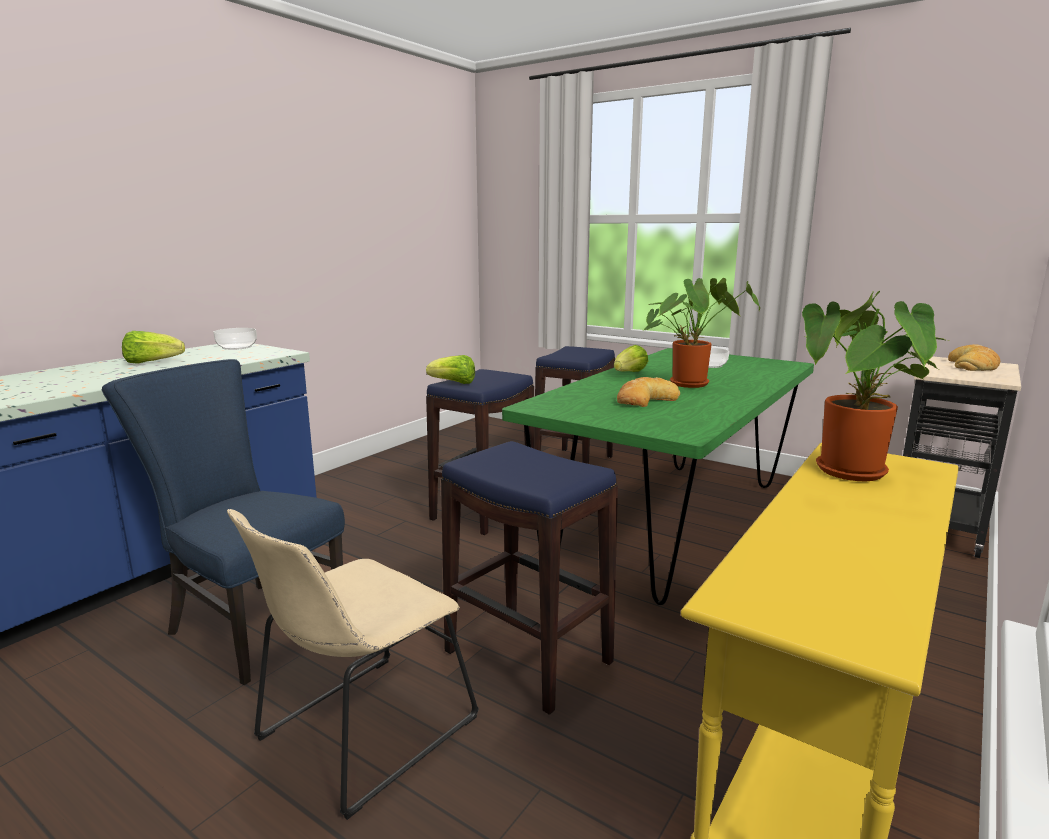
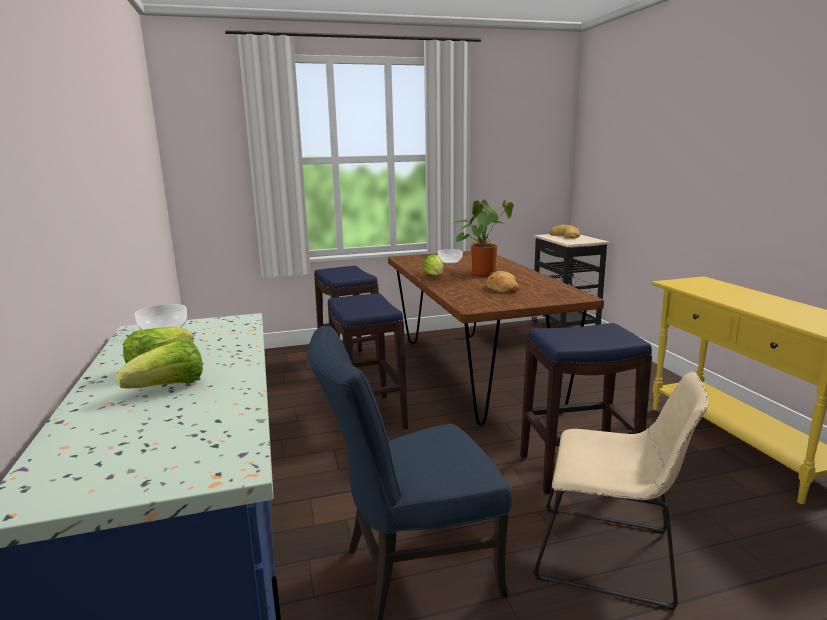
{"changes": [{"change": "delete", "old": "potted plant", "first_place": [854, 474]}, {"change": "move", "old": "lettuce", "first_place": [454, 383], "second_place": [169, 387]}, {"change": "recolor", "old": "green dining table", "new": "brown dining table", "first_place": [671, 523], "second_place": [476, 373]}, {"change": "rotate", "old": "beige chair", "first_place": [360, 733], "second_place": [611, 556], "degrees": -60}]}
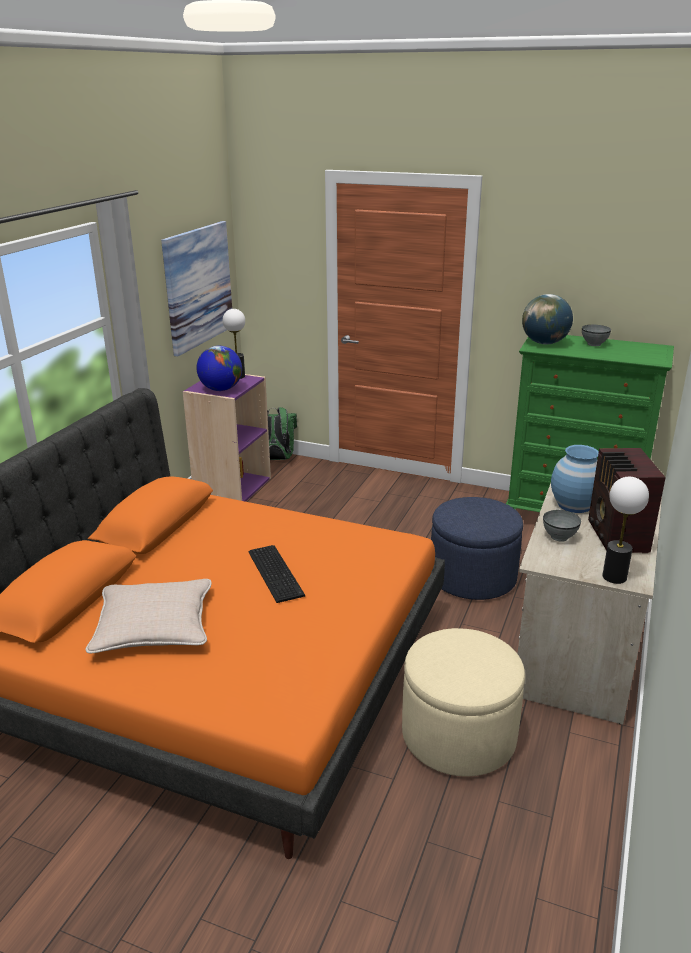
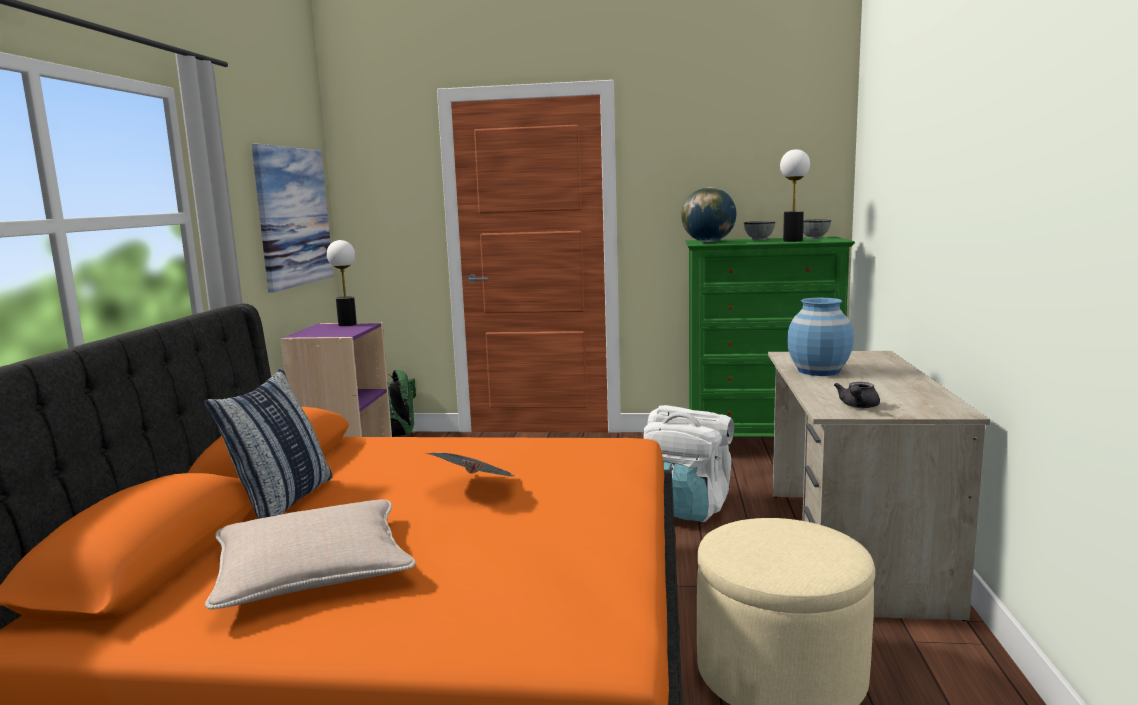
{"changes": [{"change": "delete", "old": "globe", "first_place": [221, 389]}, {"change": "delete", "old": "radio", "first_place": [617, 537]}, {"change": "insert", "new": "pillow", "second_place": [283, 501]}, {"change": "insert", "new": "grey teapot", "second_place": [858, 406]}, {"change": "move", "old": "grey bowl", "first_place": [559, 537], "second_place": [814, 238]}, {"change": "move", "old": "table lamp", "first_place": [614, 577], "second_place": [792, 241]}, {"change": "replace", "old": "keyboard", "new": "newspaper", "first_place": [276, 572], "second_place": [476, 489]}, {"change": "replace", "old": "blue ottoman", "new": "white backpack", "first_place": [472, 577], "second_place": [687, 508]}]}
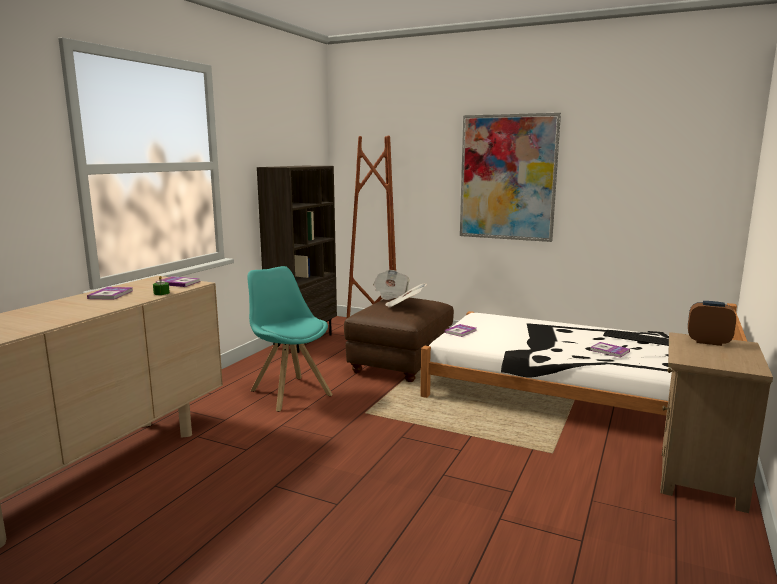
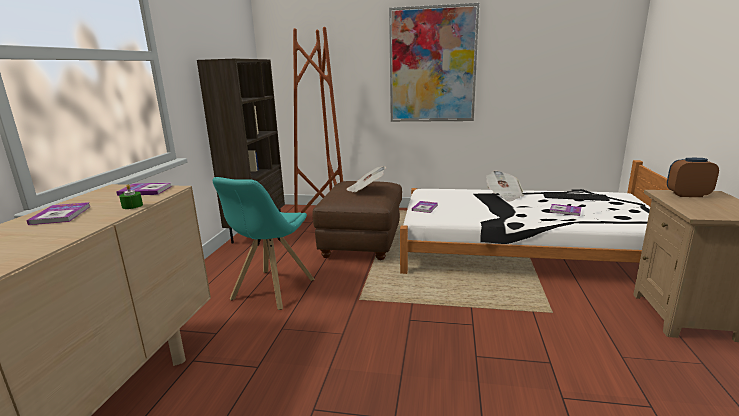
{"changes": [{"change": "move", "old": "newspaper", "first_place": [391, 295], "second_place": [504, 195]}, {"change": "rotate", "old": "turquoise chair", "first_place": [290, 393], "second_place": [272, 289], "degrees": -105}]}
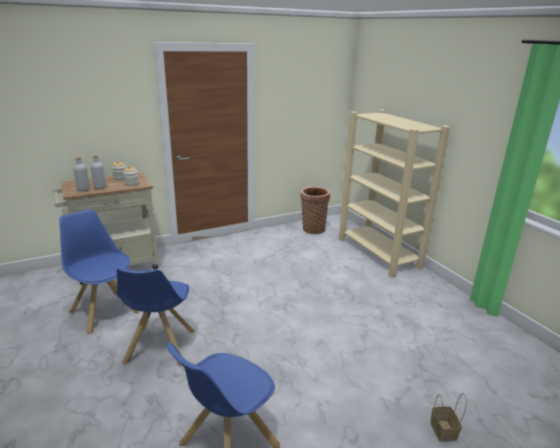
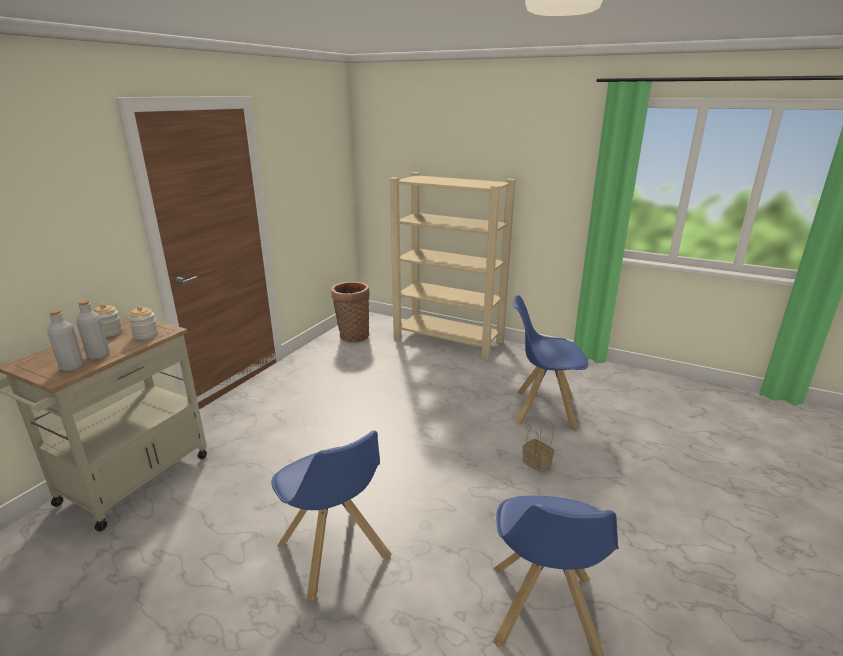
{"changes": [{"change": "move", "old": "blue chair", "first_place": [104, 311], "second_place": [542, 409]}, {"change": "move", "old": "basket", "first_place": [444, 431], "second_place": [537, 463]}]}
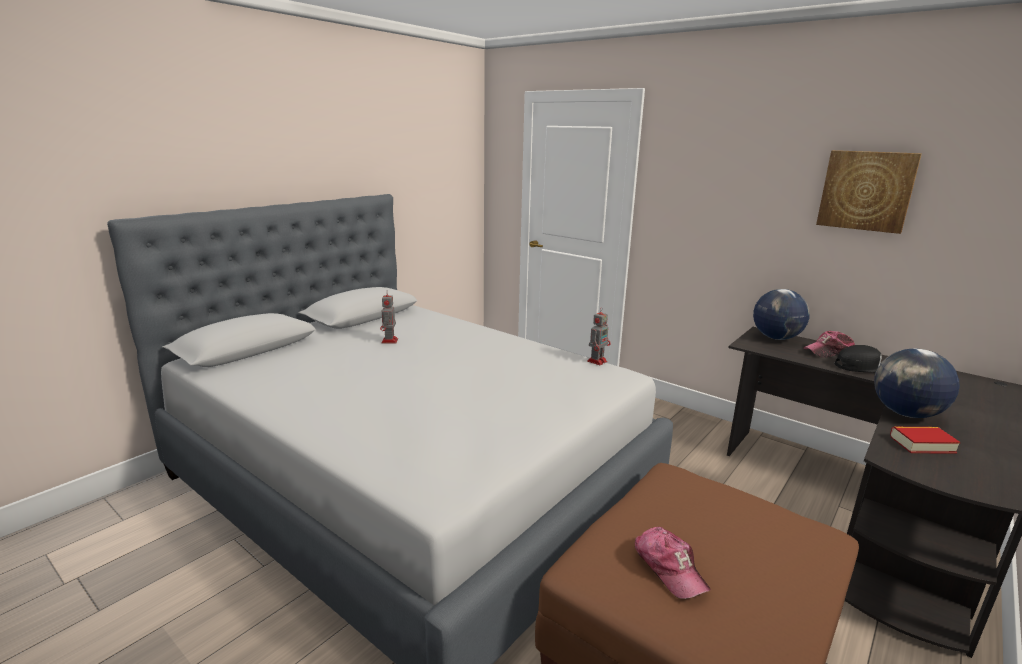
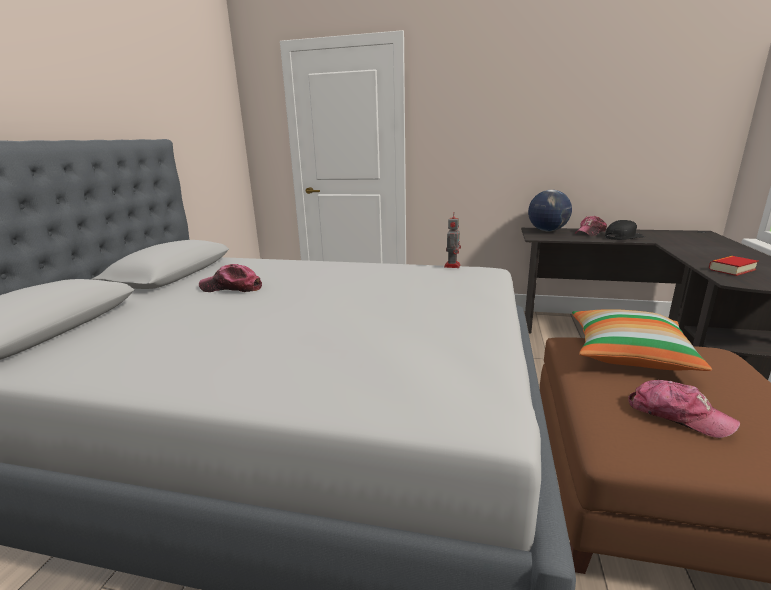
{"changes": [{"change": "delete", "old": "picture", "first_place": [866, 190]}, {"change": "delete", "old": "globe", "first_place": [905, 413]}, {"change": "insert", "new": "pillow", "second_place": [628, 354]}, {"change": "replace", "old": "toy robot", "new": "cap", "first_place": [389, 341], "second_place": [232, 288]}]}
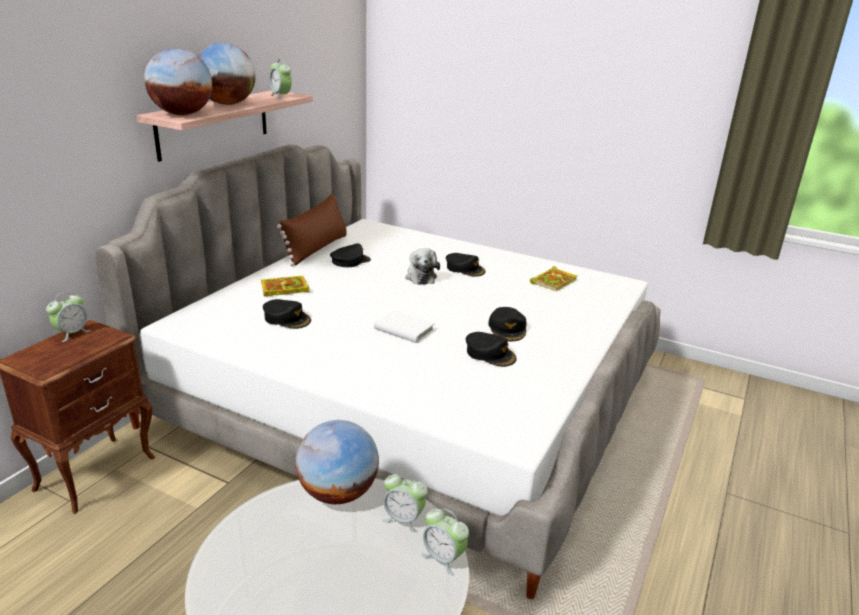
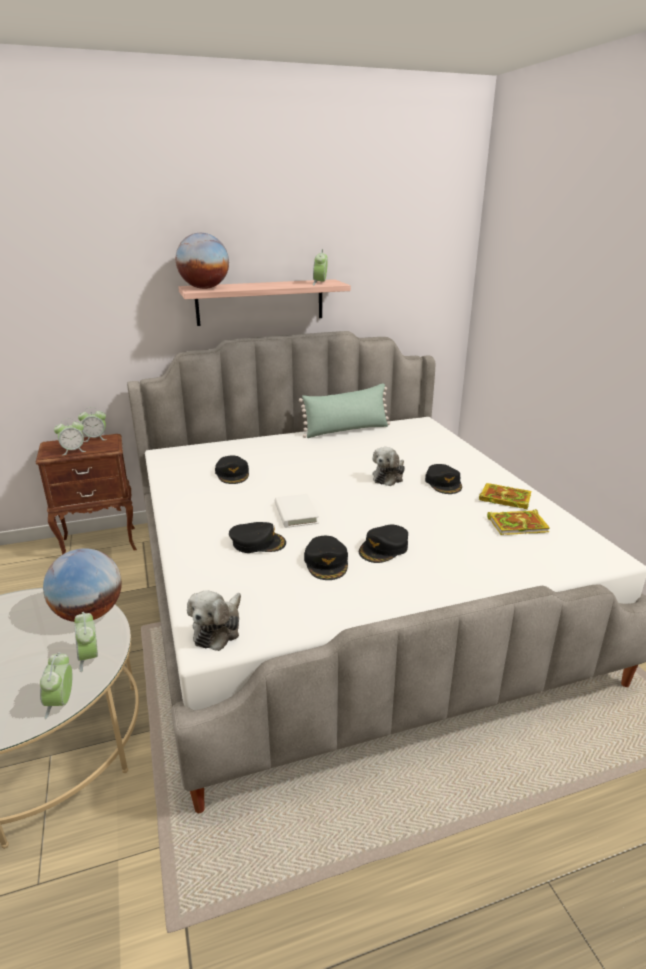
{"changes": [{"change": "delete", "old": "globe", "first_place": [228, 104]}, {"change": "insert", "new": "alarm clock", "second_place": [73, 451]}, {"change": "insert", "new": "plush toy", "second_place": [218, 629]}, {"change": "move", "old": "book", "first_place": [283, 289], "second_place": [503, 499]}, {"change": "move", "old": "black cap", "first_place": [350, 261], "second_place": [258, 542]}, {"change": "recolor", "old": "brown pillow", "new": "green pillow", "first_place": [317, 249], "second_place": [346, 430]}]}
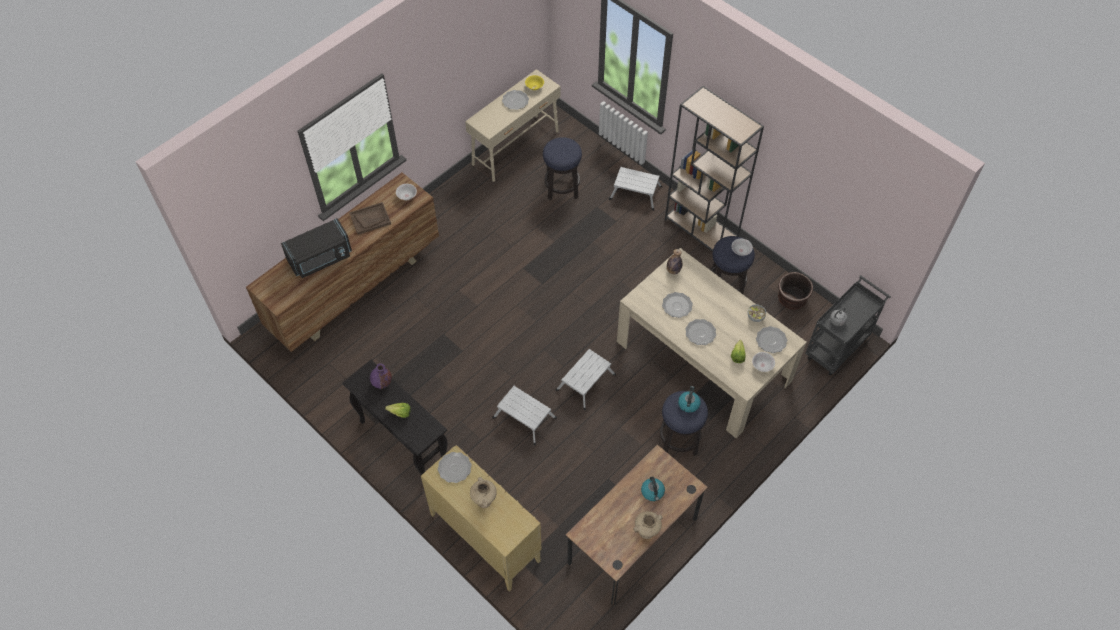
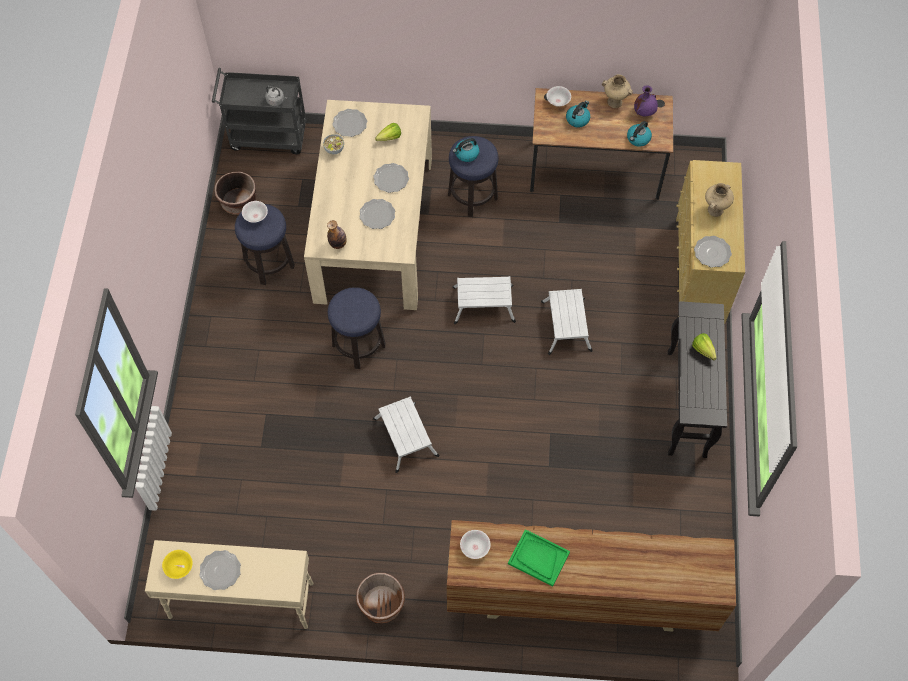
{"changes": [{"change": "delete", "old": "black microwave", "first_place": [321, 259]}, {"change": "delete", "old": "bookcase", "first_place": [701, 230]}, {"change": "insert", "new": "brown planter", "second_place": [381, 604]}, {"change": "insert", "new": "kettle", "second_place": [638, 139]}, {"change": "move", "old": "purple vase", "first_place": [382, 383], "second_place": [644, 112]}, {"change": "move", "old": "stool", "first_place": [562, 188], "second_place": [358, 345]}, {"change": "move", "old": "white step ladder", "first_place": [635, 192], "second_place": [405, 437]}, {"change": "move", "old": "white bowl", "first_place": [762, 366], "second_place": [558, 101]}, {"change": "recolor", "old": "brown tray", "new": "green tray", "first_place": [370, 219], "second_place": [538, 558]}]}
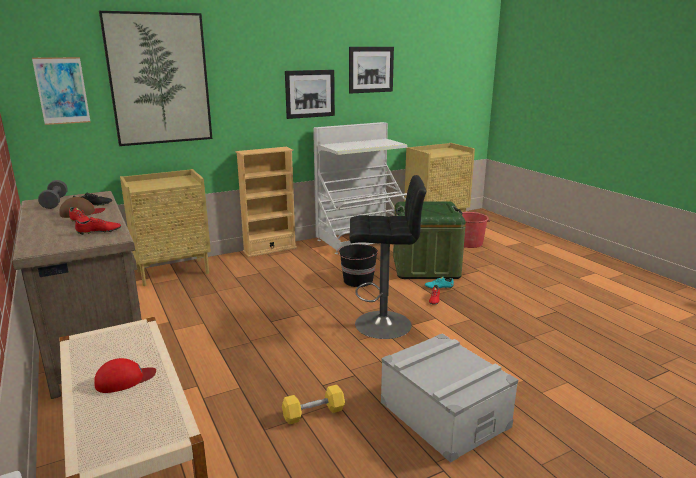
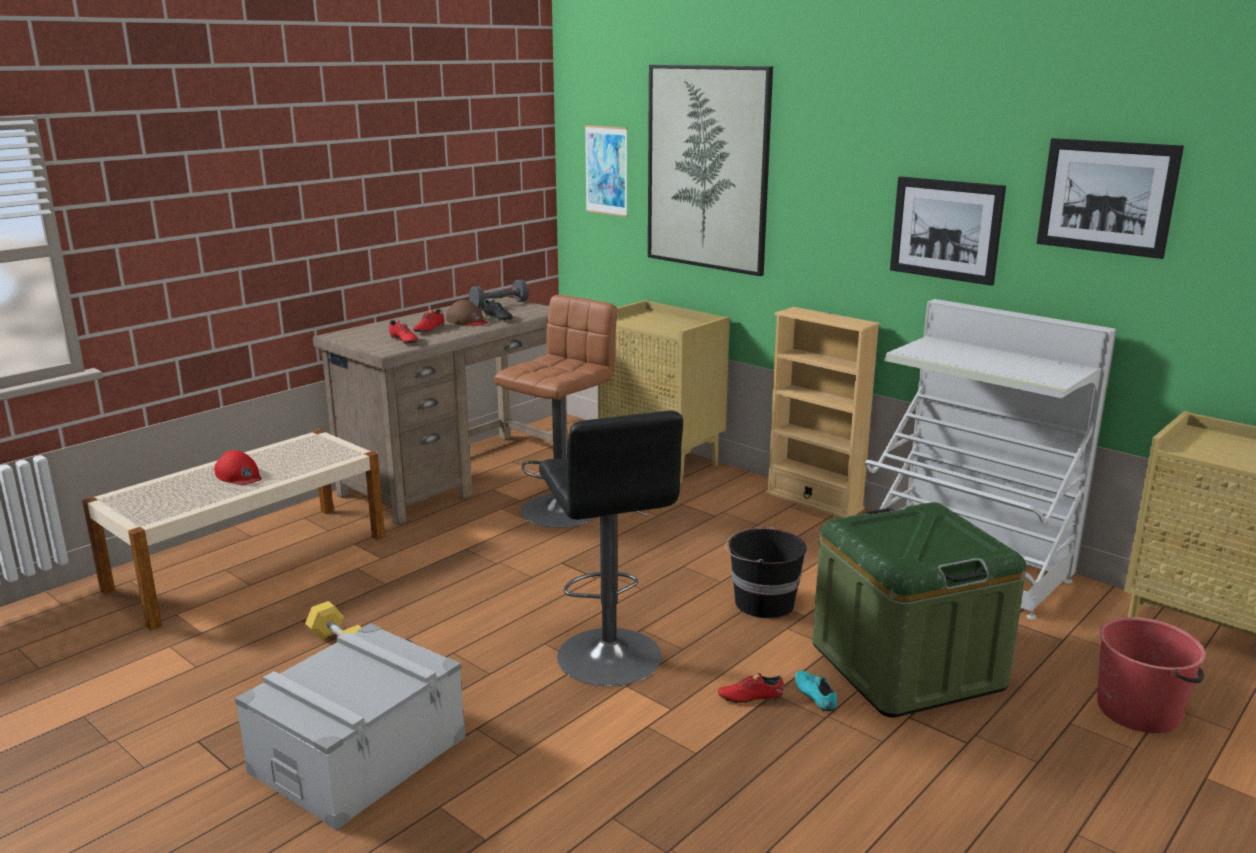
{"changes": [{"change": "insert", "new": "brown stool", "second_place": [562, 510]}]}
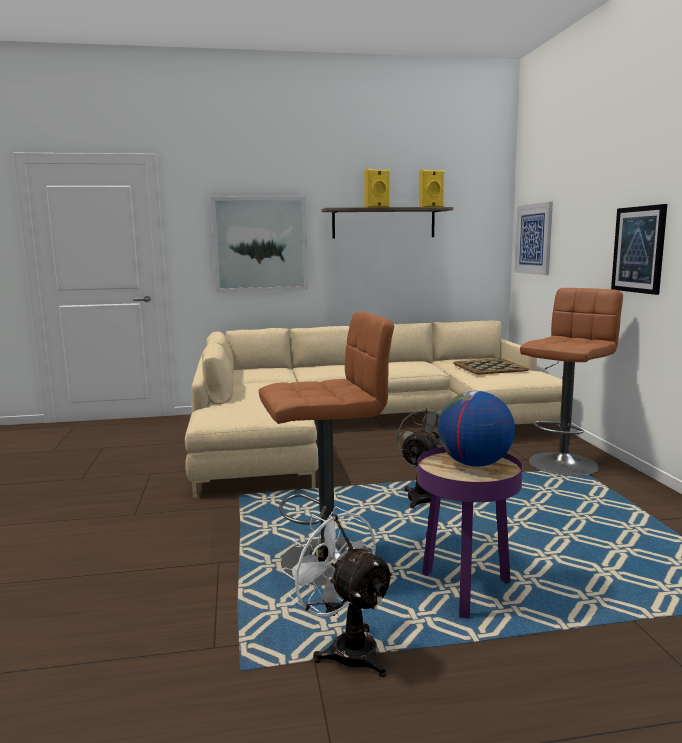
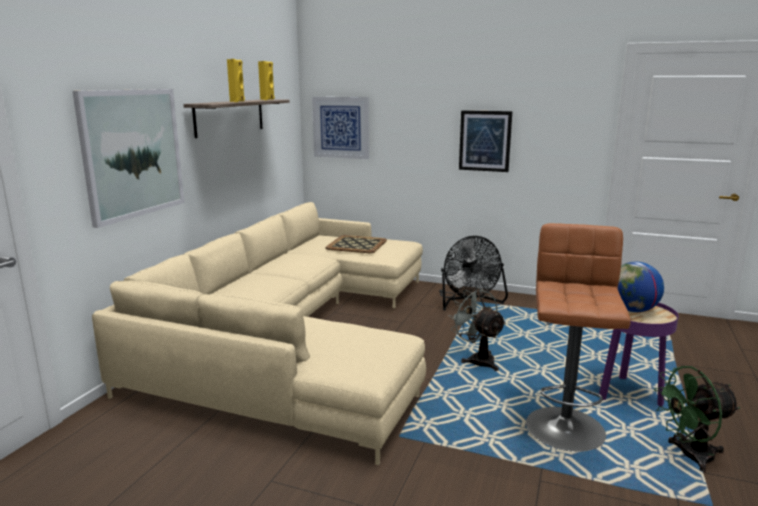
{"changes": [{"change": "replace", "old": "brown stool", "new": "black fan", "first_place": [564, 464], "second_place": [466, 302]}, {"change": "recolor", "old": "white fan", "new": "green fan", "first_place": [345, 648], "second_place": [689, 456]}]}
